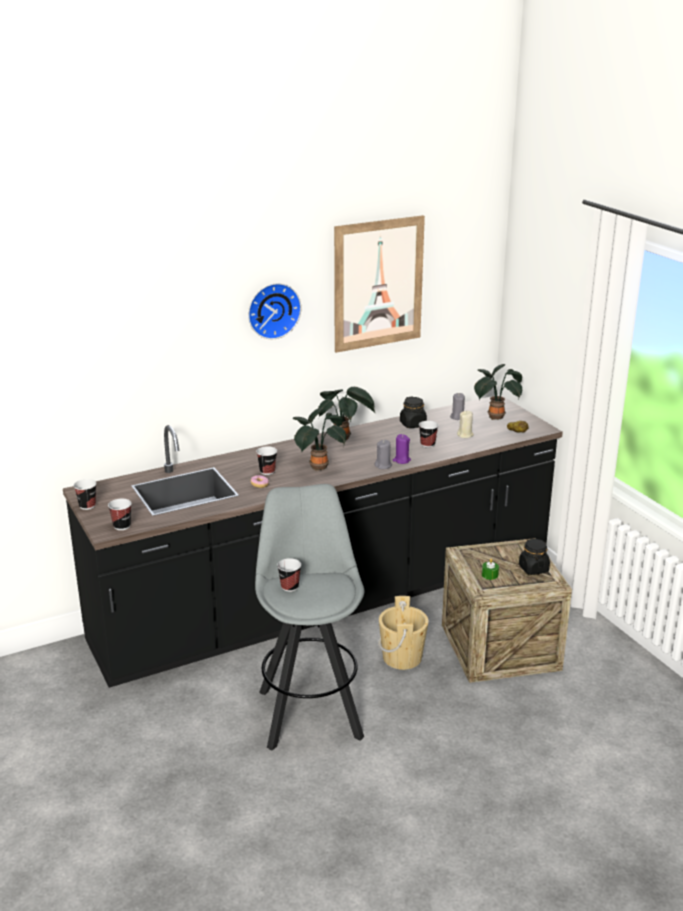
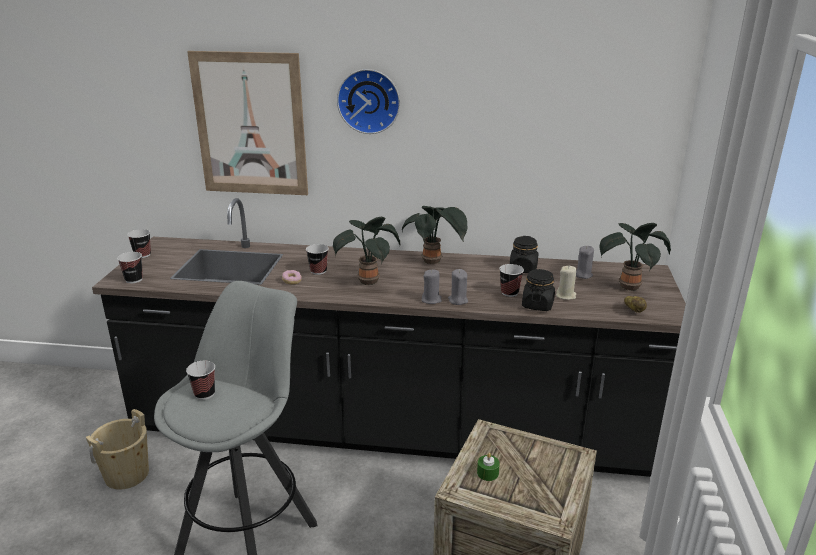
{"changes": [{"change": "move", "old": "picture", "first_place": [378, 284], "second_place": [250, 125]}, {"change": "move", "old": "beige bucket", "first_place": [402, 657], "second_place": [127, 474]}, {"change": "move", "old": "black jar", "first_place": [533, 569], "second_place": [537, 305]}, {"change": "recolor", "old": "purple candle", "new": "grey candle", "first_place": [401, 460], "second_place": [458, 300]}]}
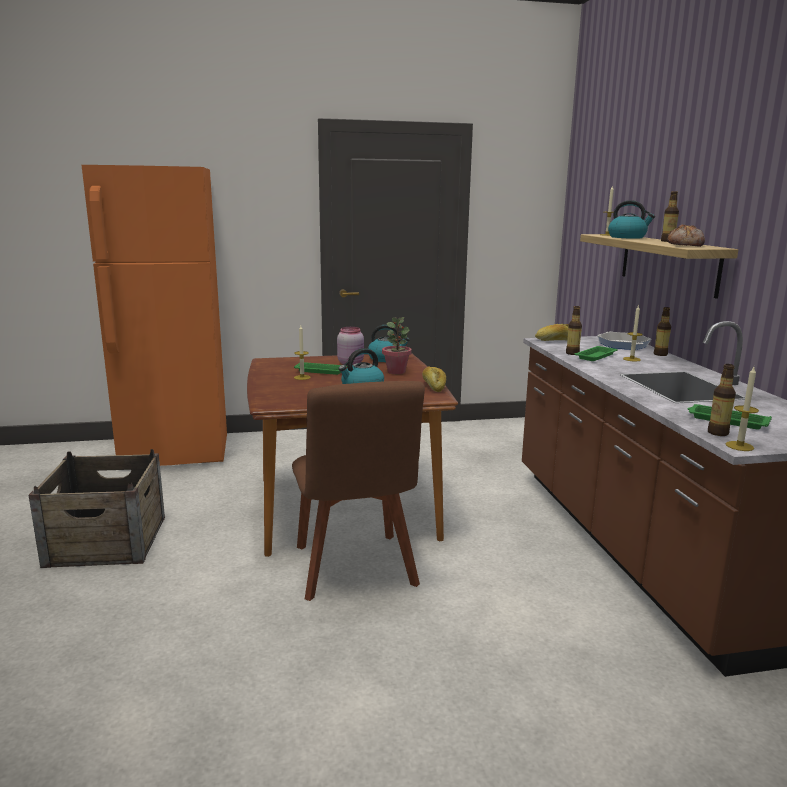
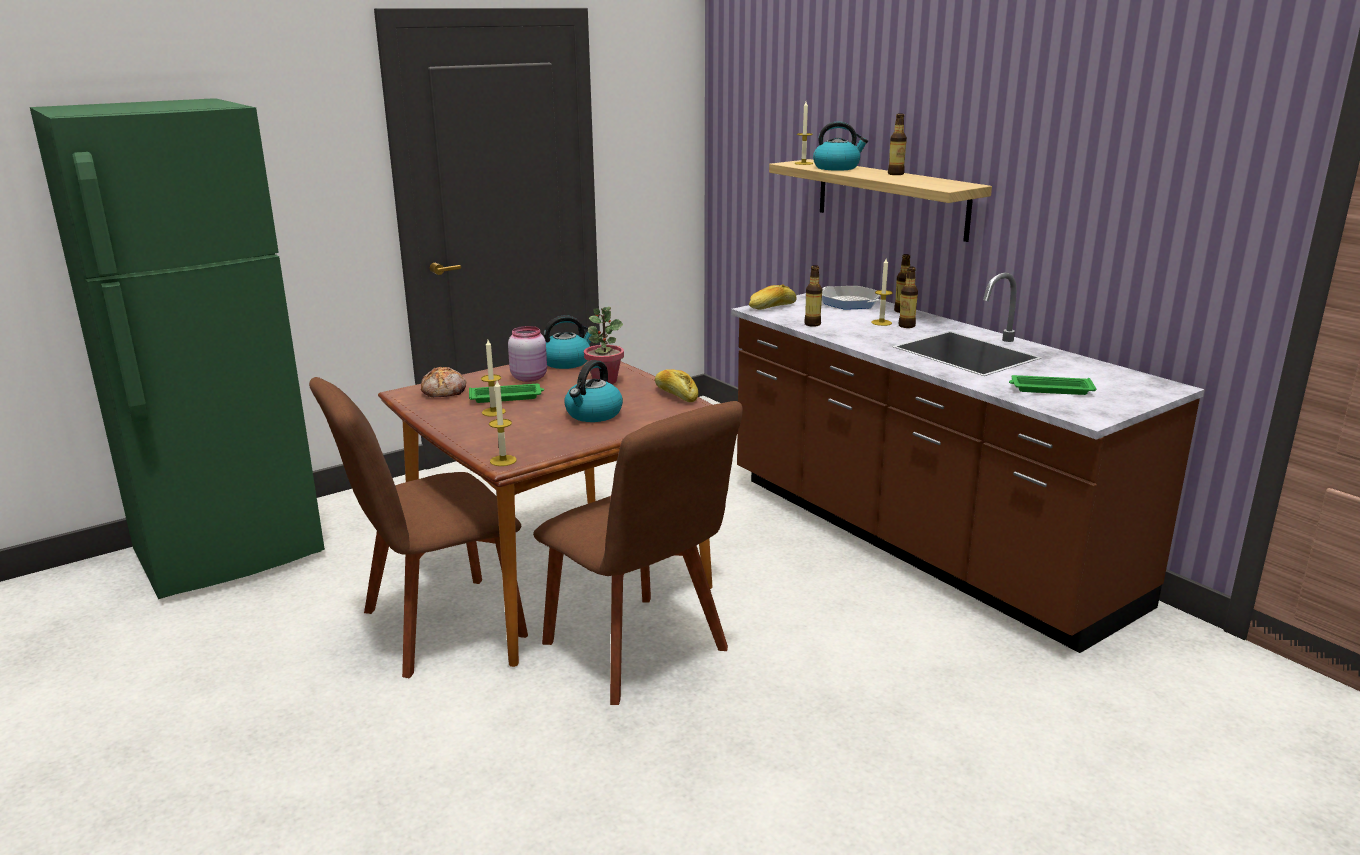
{"changes": [{"change": "delete", "old": "crate", "first_place": [107, 540]}, {"change": "delete", "old": "green tray", "first_place": [596, 356]}, {"change": "insert", "new": "brown chair", "second_place": [435, 627]}, {"change": "move", "old": "bread", "first_place": [686, 245], "second_place": [445, 391]}, {"change": "move", "old": "bottle", "first_place": [718, 433], "second_place": [906, 326]}, {"change": "move", "old": "candle", "first_place": [739, 446], "second_place": [503, 460]}, {"change": "recolor", "old": "orange fridge", "new": "green fridge", "first_place": [176, 451], "second_place": [229, 553]}]}
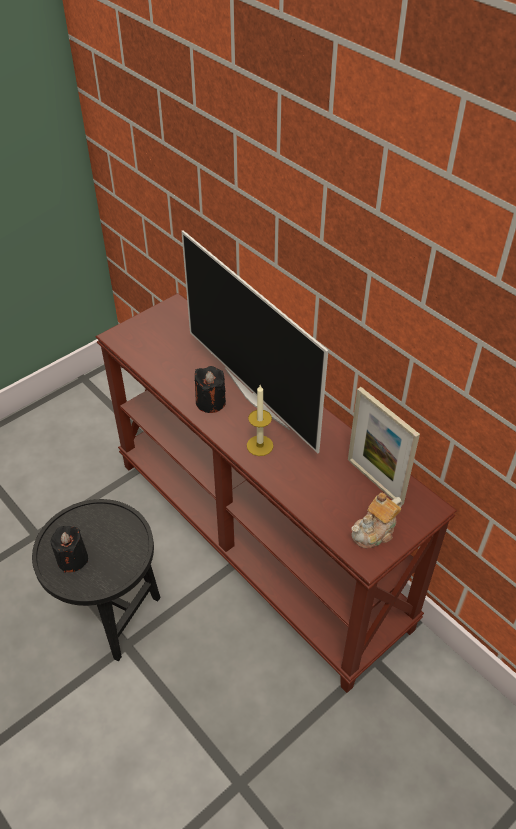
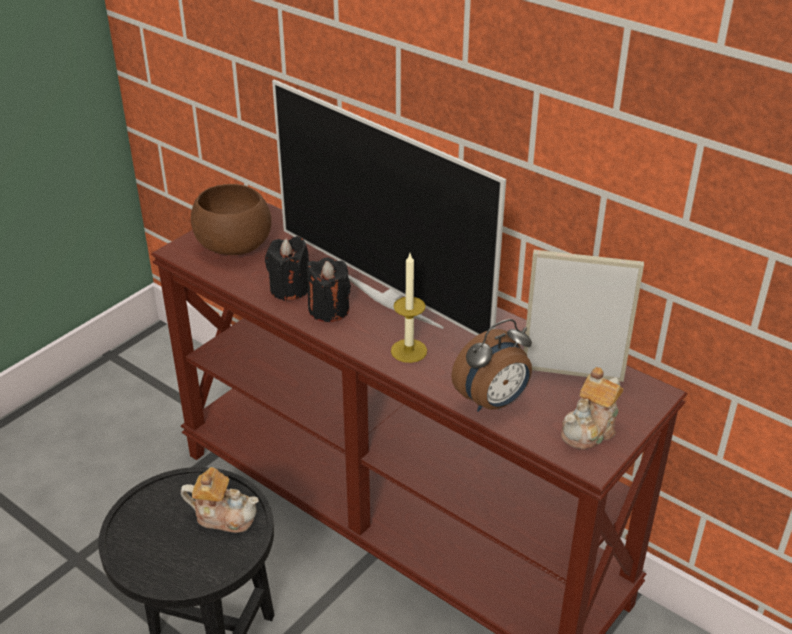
{"changes": [{"change": "insert", "new": "teapot", "second_place": [224, 516]}, {"change": "insert", "new": "brown bowl", "second_place": [235, 246]}, {"change": "insert", "new": "alarm clock", "second_place": [493, 402]}, {"change": "move", "old": "black candle", "first_place": [72, 559], "second_place": [290, 289]}, {"change": "rotate", "old": "picture frame", "first_place": [375, 481], "second_place": [572, 373], "degrees": 150}]}
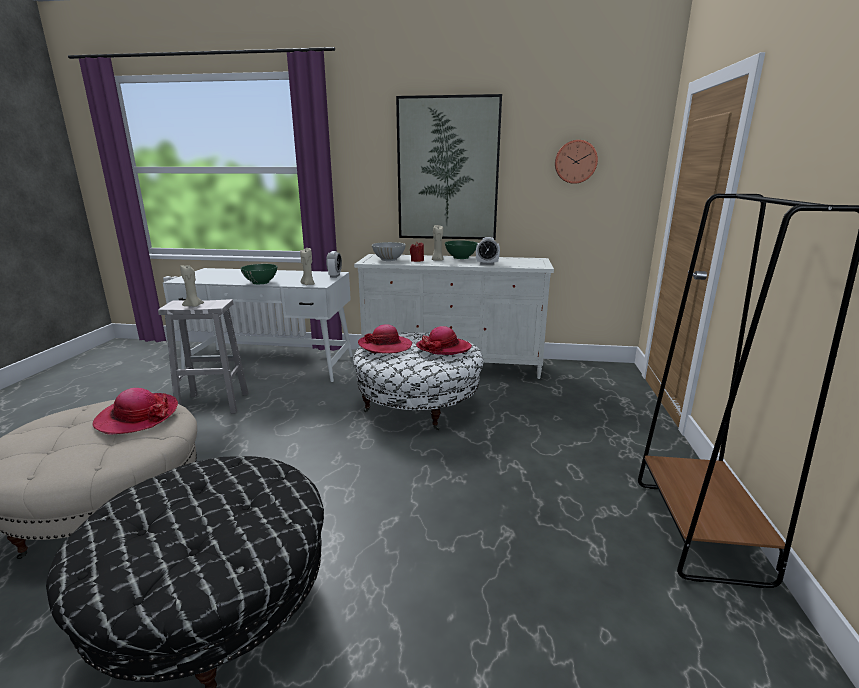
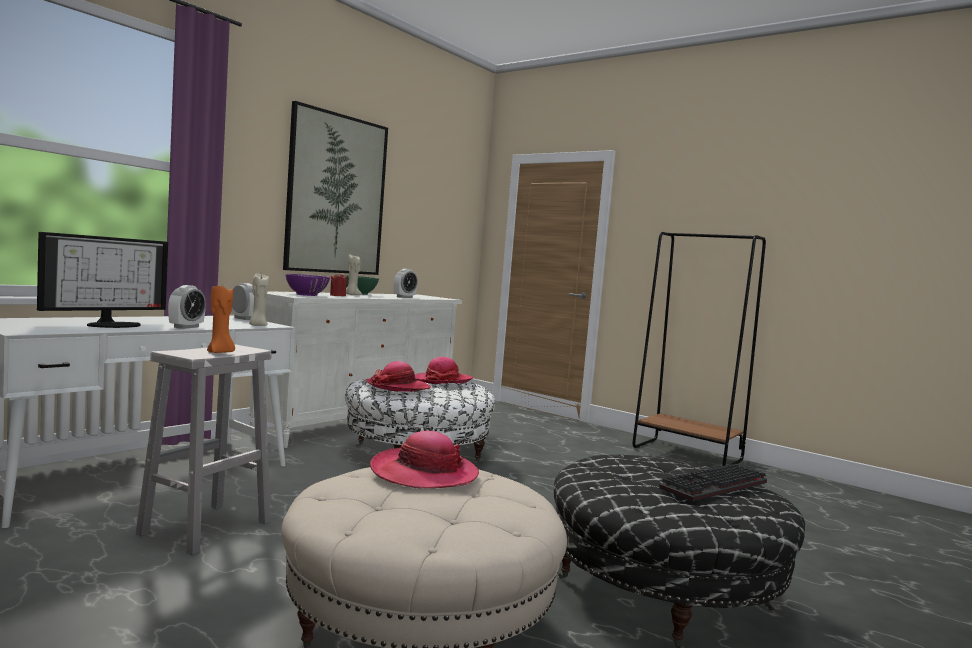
{"changes": [{"change": "delete", "old": "wall clock", "first_place": [575, 161]}, {"change": "insert", "new": "monitor", "second_place": [112, 324]}, {"change": "insert", "new": "keyboard", "second_place": [715, 487]}, {"change": "replace", "old": "green bowl", "new": "alarm clock", "first_place": [261, 282], "second_place": [186, 327]}, {"change": "recolor", "old": "beige candle", "new": "orange candle", "first_place": [193, 306], "second_place": [220, 352]}, {"change": "recolor", "old": "white bowl", "new": "purple bowl", "first_place": [389, 259], "second_place": [306, 295]}]}
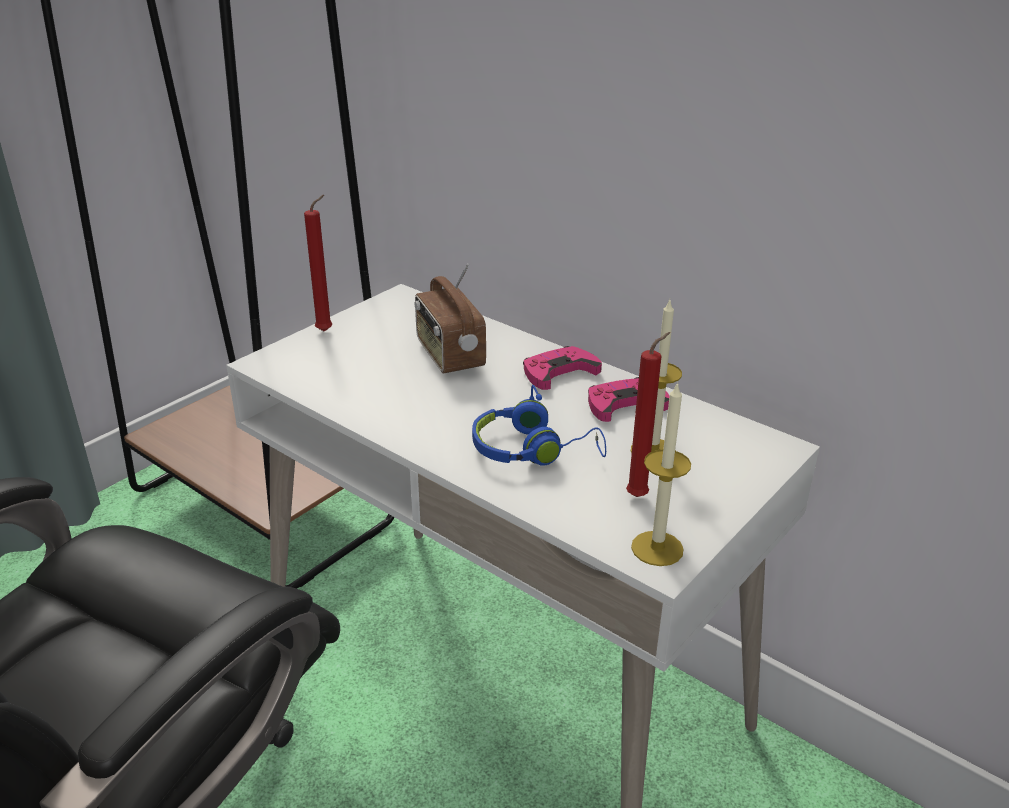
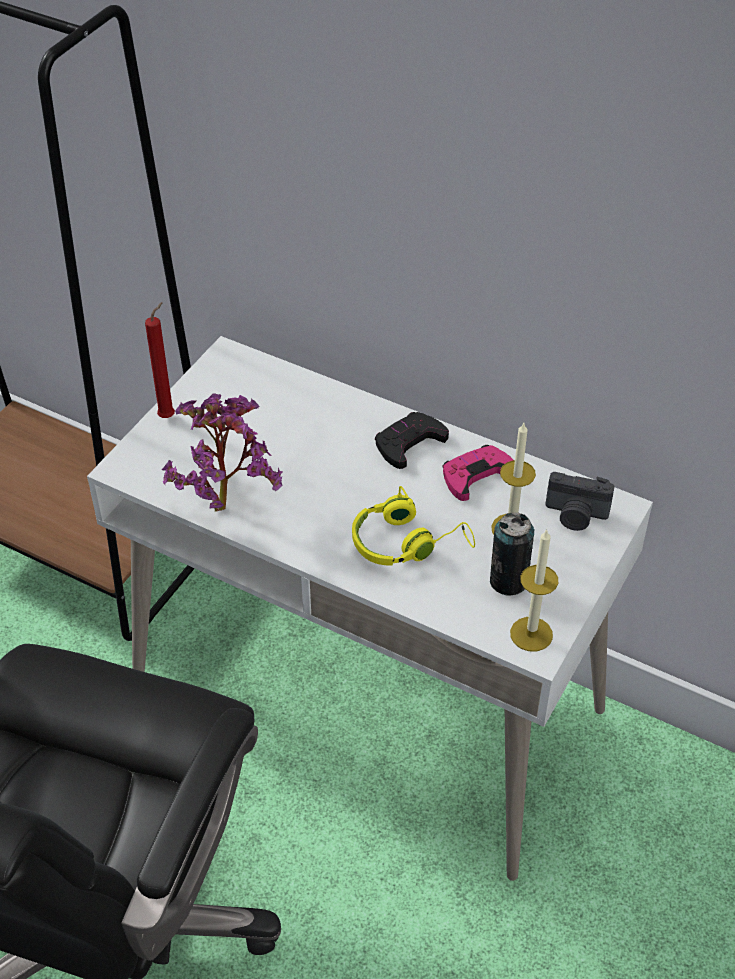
{"changes": [{"change": "delete", "old": "radio", "first_place": [449, 355]}, {"change": "insert", "new": "potted plant", "second_place": [227, 503]}, {"change": "insert", "new": "photo camera", "second_place": [575, 515]}, {"change": "replace", "old": "red candle", "new": "can", "first_place": [640, 496], "second_place": [508, 581]}, {"change": "recolor", "old": "blue headphones", "new": "yellow headphones", "first_place": [534, 450], "second_place": [407, 542]}, {"change": "recolor", "old": "pink game controller", "new": "black game controller", "first_place": [559, 373], "second_place": [409, 443]}]}
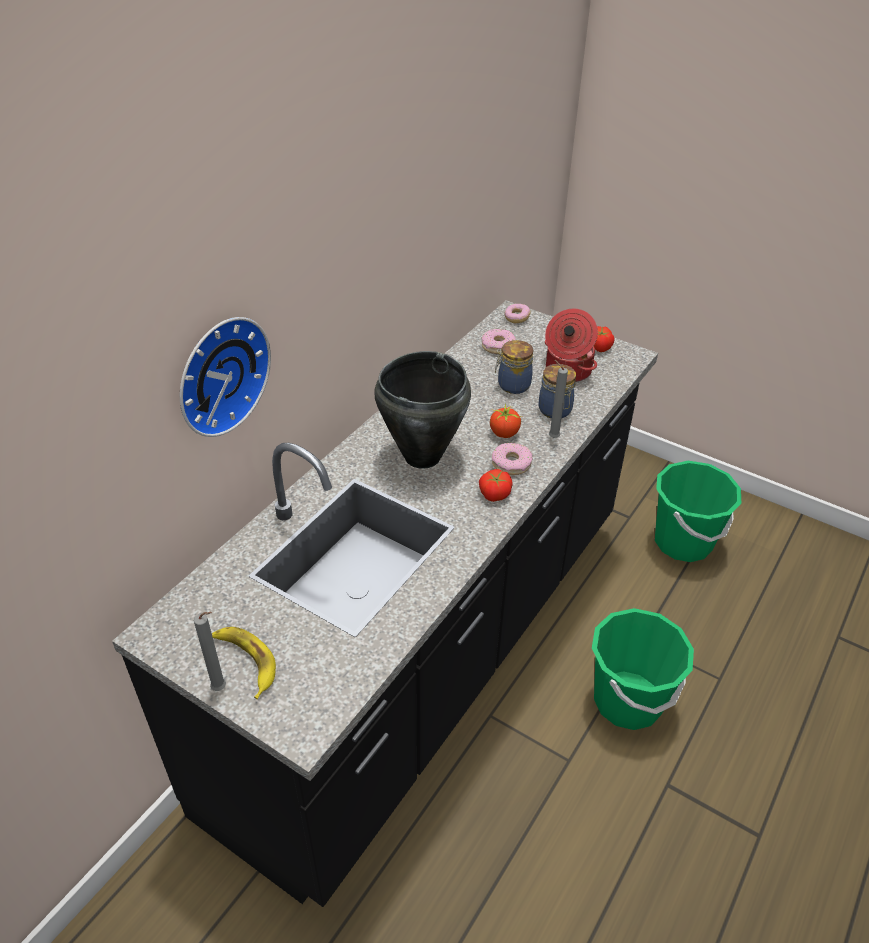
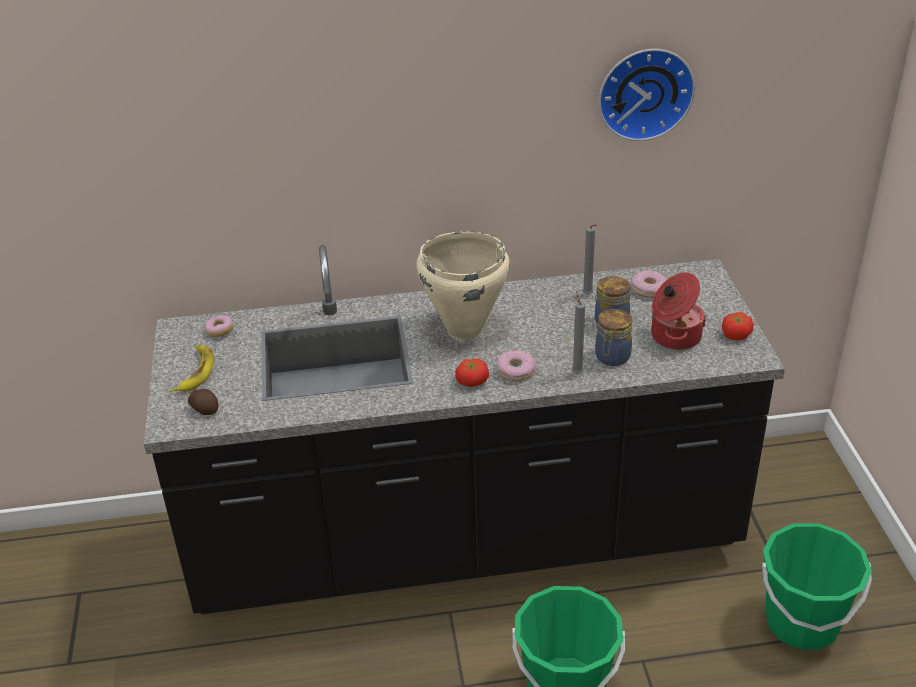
{"changes": [{"change": "delete", "old": "tomato", "first_place": [504, 433]}, {"change": "insert", "new": "potato", "second_place": [205, 409]}, {"change": "move", "old": "wall clock", "first_place": [219, 374], "second_place": [644, 92]}, {"change": "move", "old": "grey candle", "first_place": [221, 688], "second_place": [588, 296]}, {"change": "move", "old": "donut", "first_place": [516, 318], "second_place": [220, 331]}, {"change": "recolor", "old": "black cooking pot", "new": "beige cooking pot", "first_place": [421, 456], "second_place": [463, 329]}]}
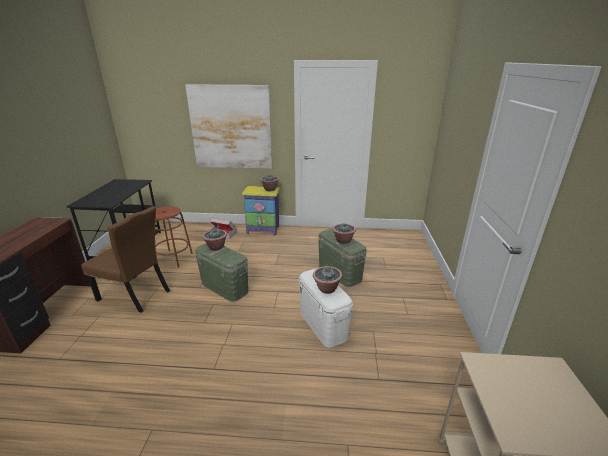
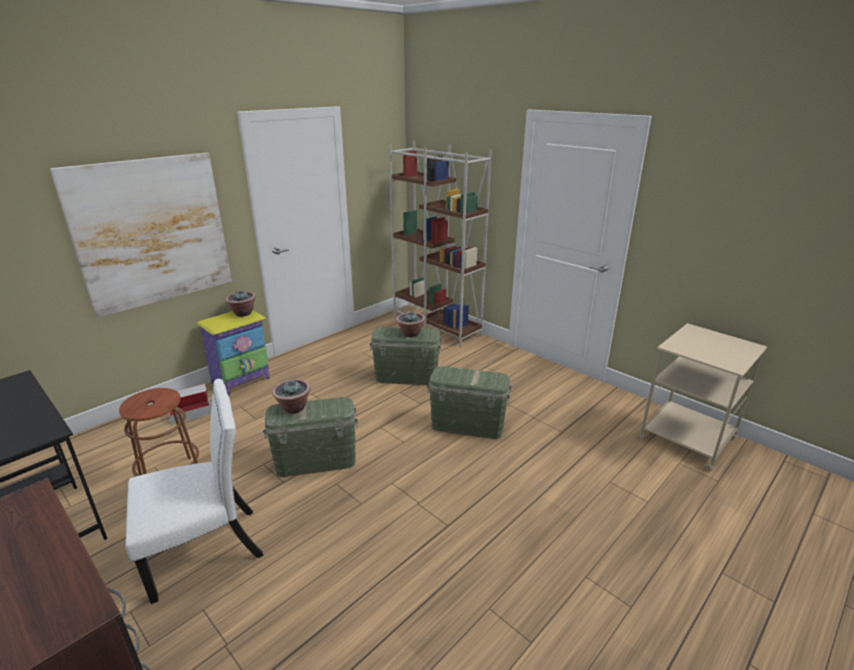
{"changes": [{"change": "delete", "old": "potted plant", "first_place": [326, 289]}, {"change": "insert", "new": "brown bookcase", "second_place": [436, 326]}, {"change": "recolor", "old": "brown chair", "new": "white chair", "first_place": [134, 294], "second_place": [203, 551]}, {"change": "recolor", "old": "white storage box", "new": "green storage box", "first_place": [323, 324], "second_place": [467, 425]}]}
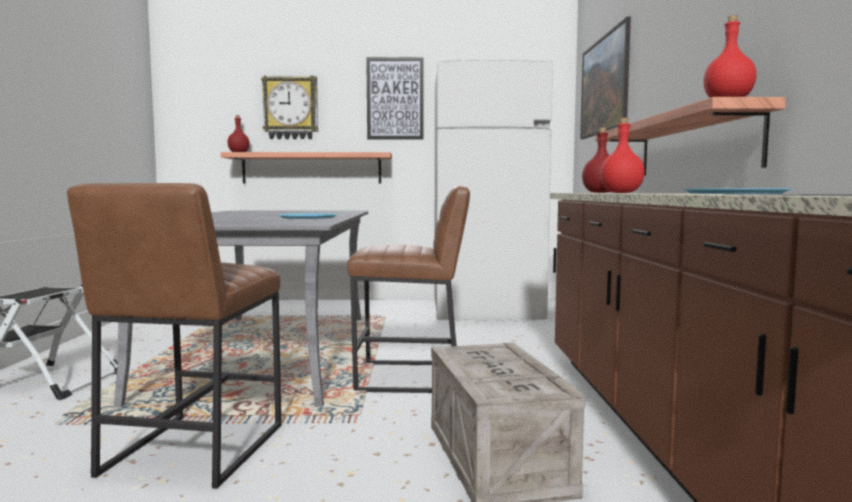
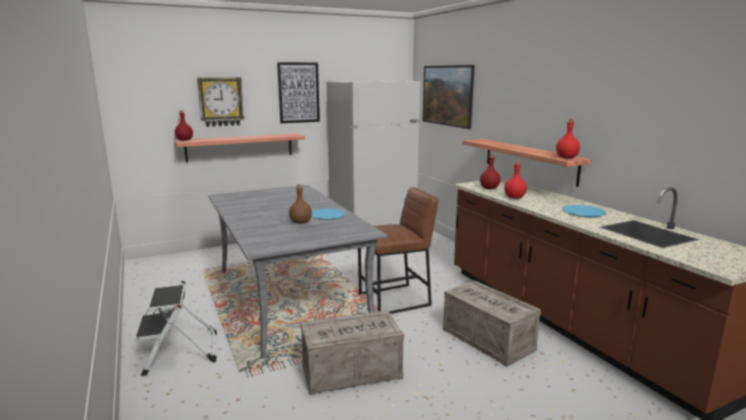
{"changes": [{"change": "insert", "new": "brown bottle", "second_place": [301, 222]}, {"change": "replace", "old": "brown chair", "new": "crate", "first_place": [193, 450], "second_place": [350, 372]}]}
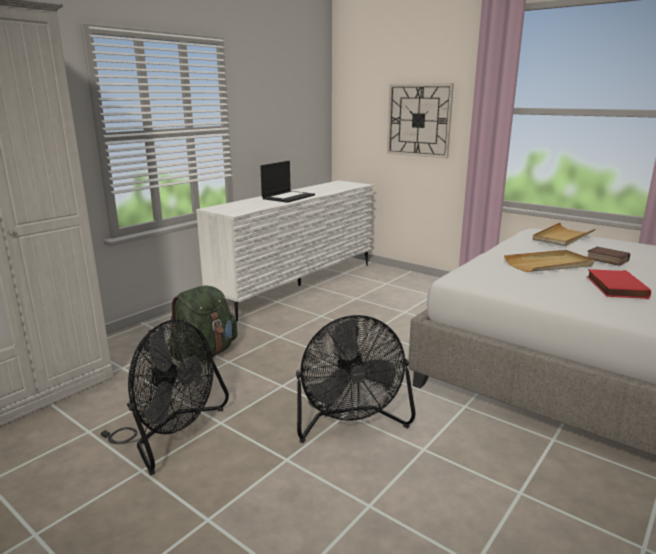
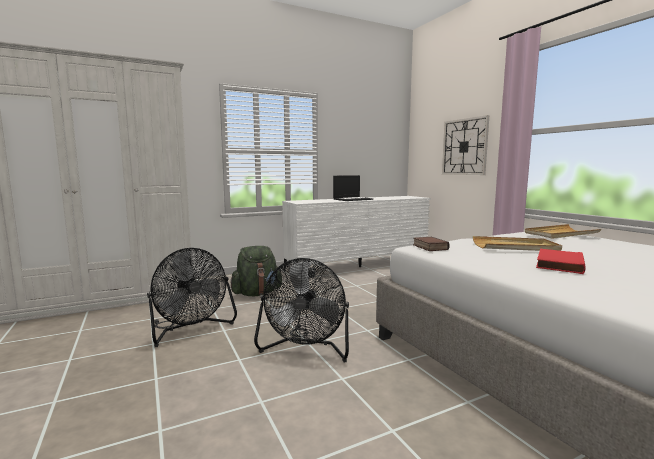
{"changes": [{"change": "move", "old": "book", "first_place": [606, 259], "second_place": [429, 247]}]}
